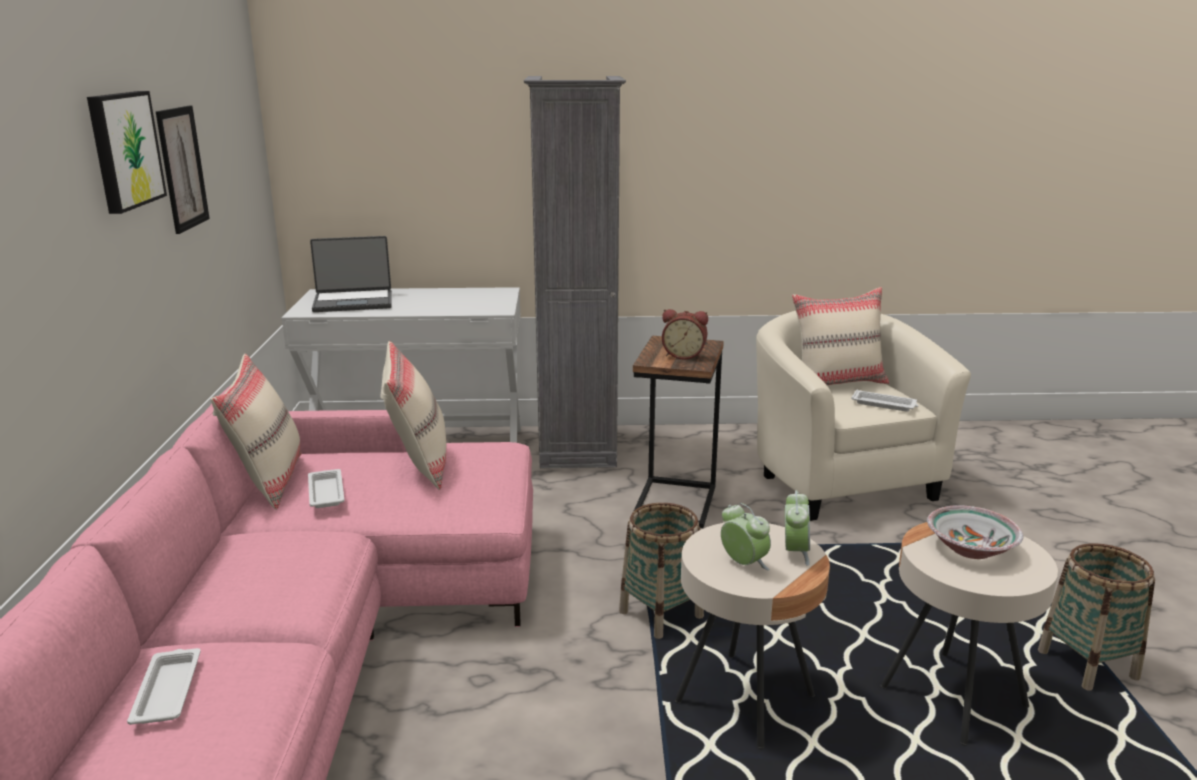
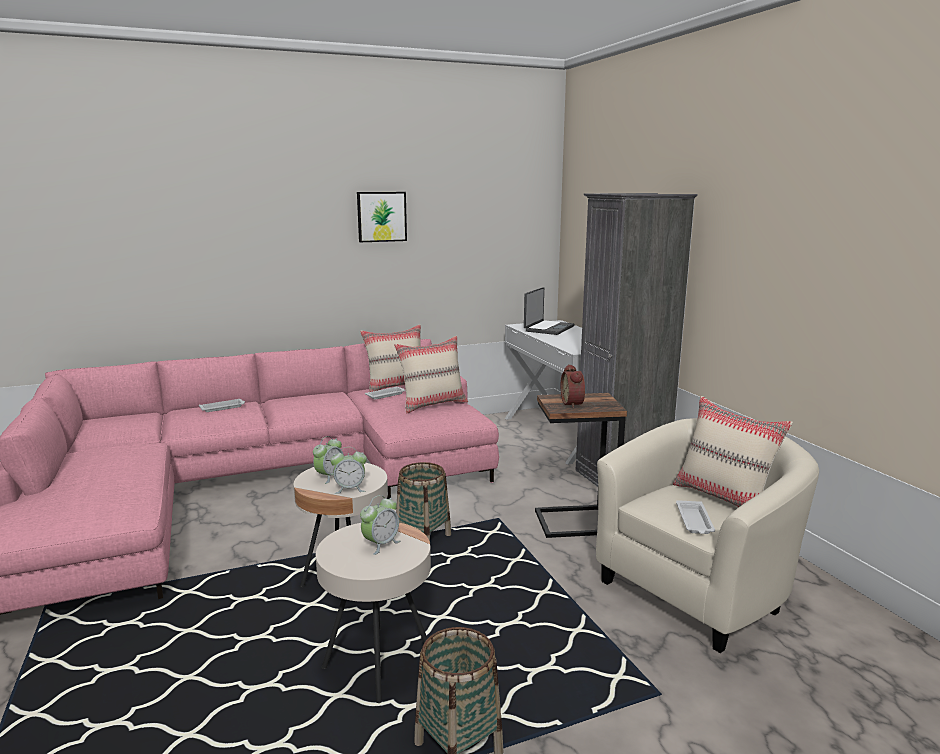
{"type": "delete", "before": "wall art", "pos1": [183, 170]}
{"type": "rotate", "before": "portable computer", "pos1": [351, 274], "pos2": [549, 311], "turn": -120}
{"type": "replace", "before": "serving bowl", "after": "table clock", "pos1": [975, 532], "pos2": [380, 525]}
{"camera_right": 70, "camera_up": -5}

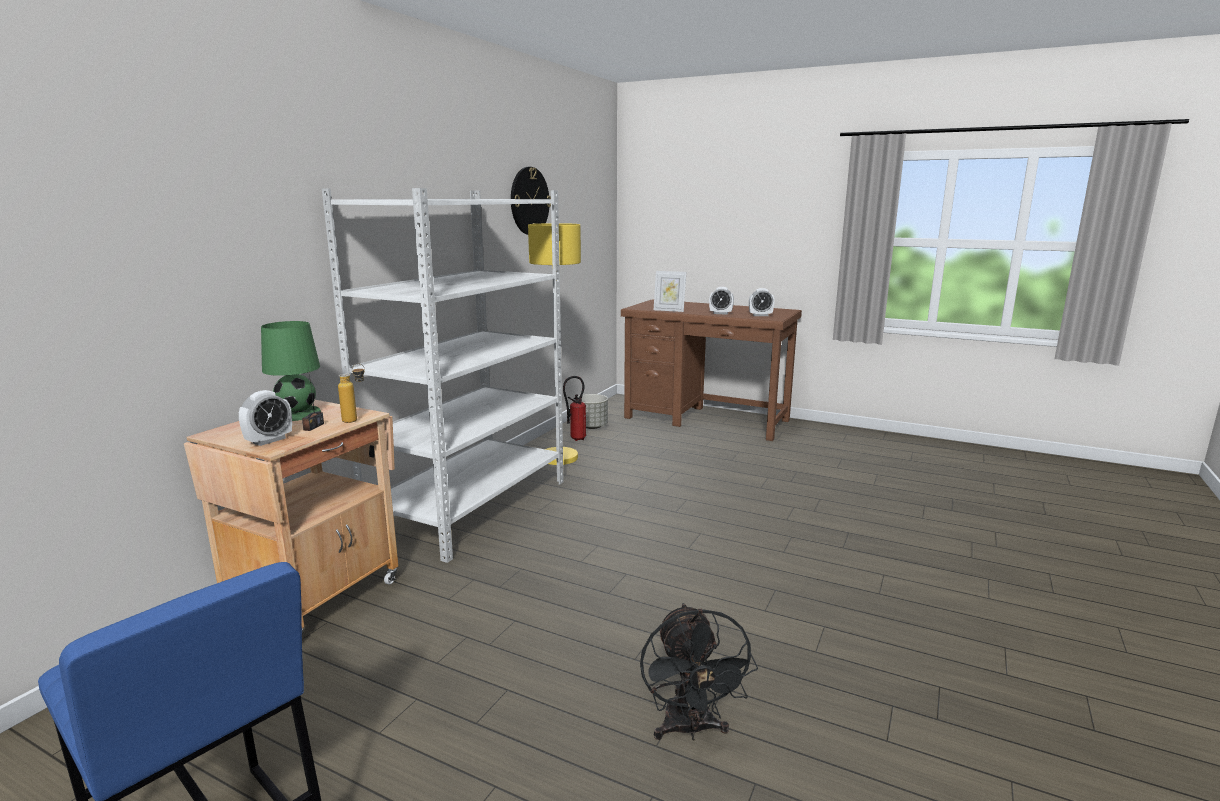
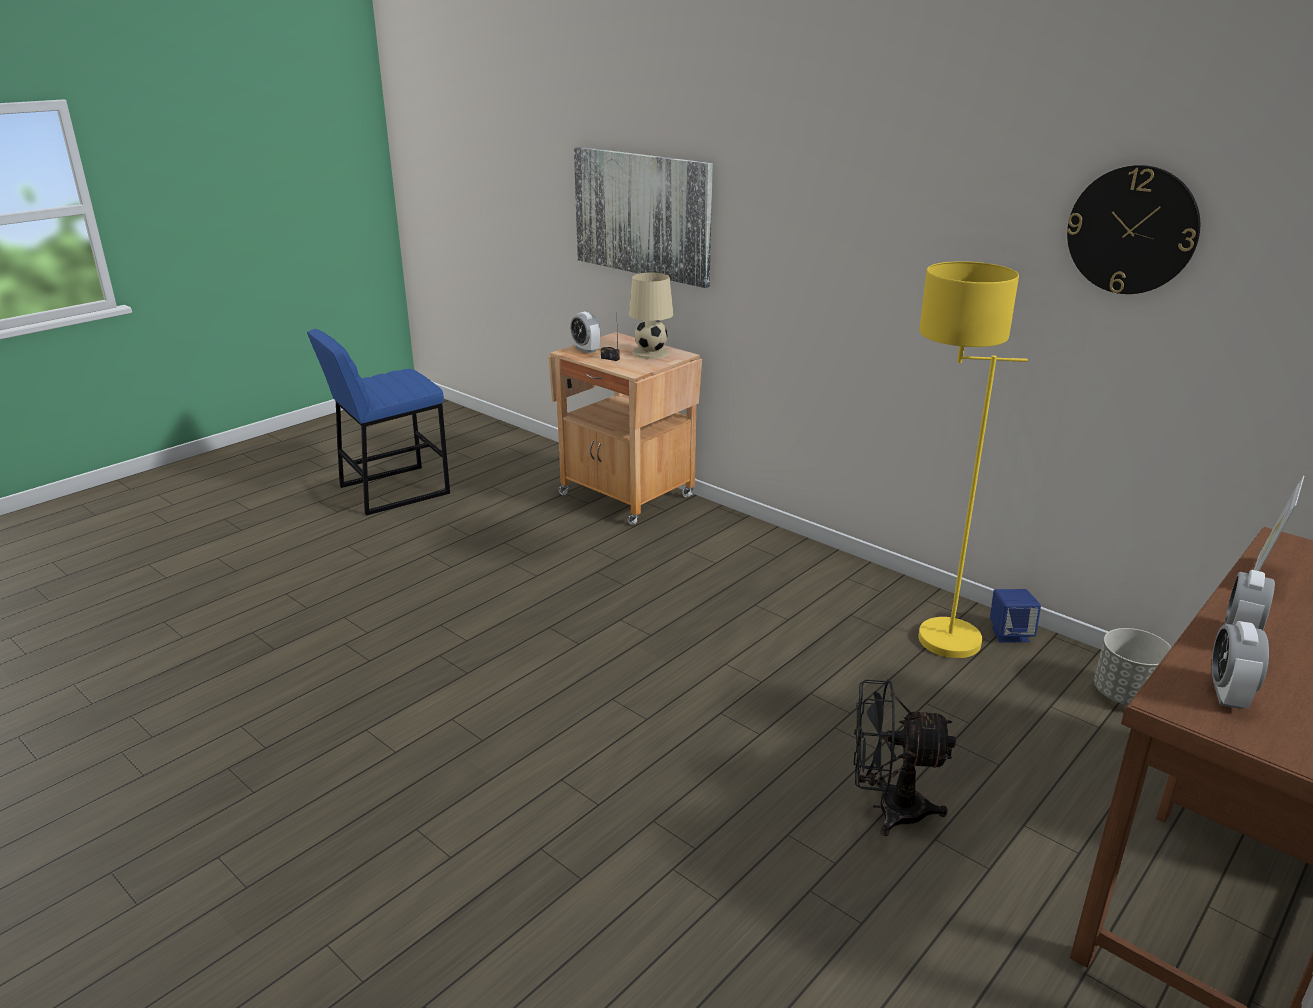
{"type": "recolor", "before": "lamp for a table/greenish", "after": "lamp for a table/beige-coloured", "pos1": [291, 371], "pos2": [651, 316]}
{"type": "delete", "before": "shelving unit/white-coloured", "pos1": [443, 375]}
{"type": "delete", "before": "bottle", "pos1": [351, 393]}
{"type": "delete", "before": "fire extinguisher", "pos1": [574, 408]}
{"type": "move", "before": "fan/black-coloured", "pos1": [699, 672], "pos2": [905, 757]}
{"type": "insert", "after": "wall art", "pos2": [643, 217]}
{"type": "insert", "after": "audio speaker/bluish", "pos2": [1015, 616]}
{"camera_right": 105, "camera_up": 10}

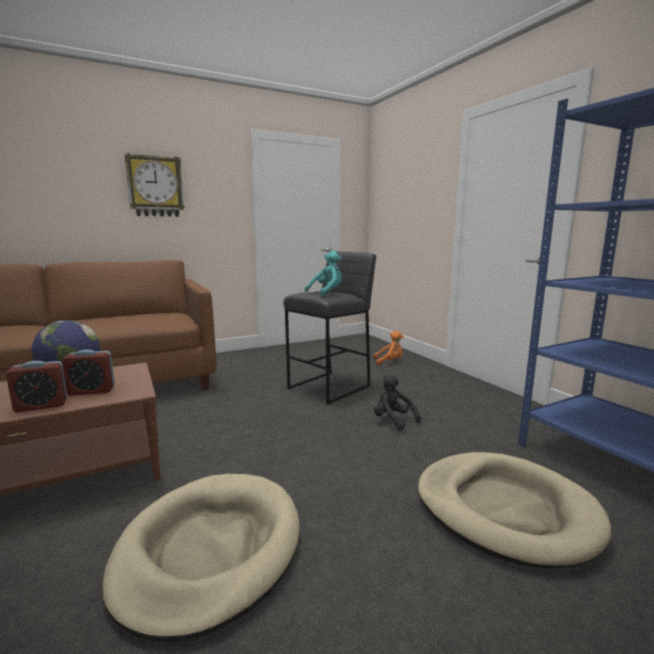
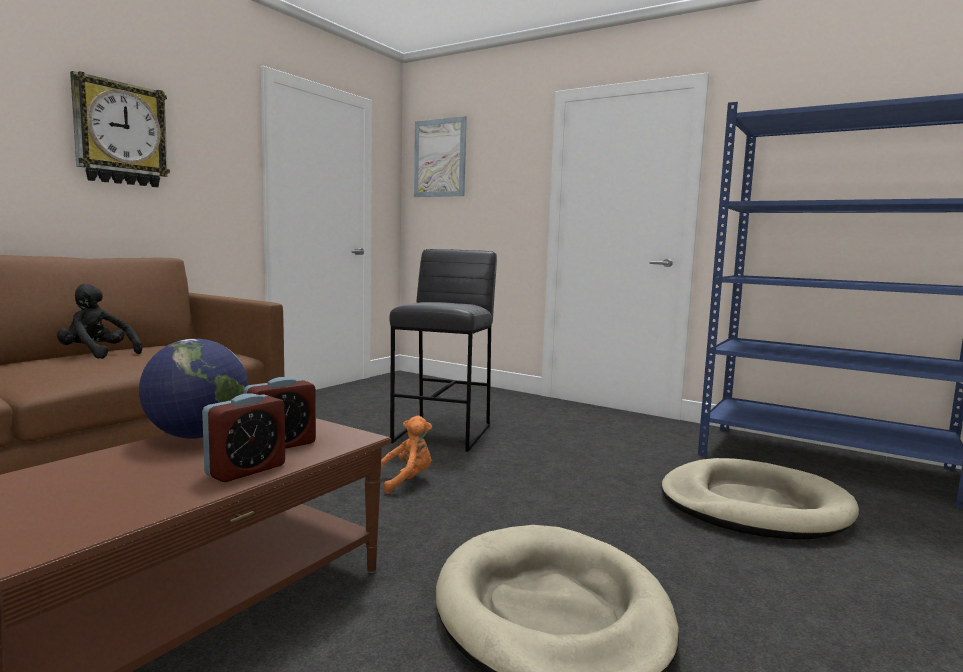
{"type": "delete", "before": "cuddly toy/turquoise-coloured", "pos1": [323, 273]}
{"type": "move", "before": "cuddly toy/orange", "pos1": [389, 348], "pos2": [406, 455]}
{"type": "move", "before": "cuddly toy/black-coloured", "pos1": [397, 403], "pos2": [100, 321]}
{"type": "insert", "after": "wall art", "pos2": [440, 156]}
{"camera_right": -30, "camera_up": -5}

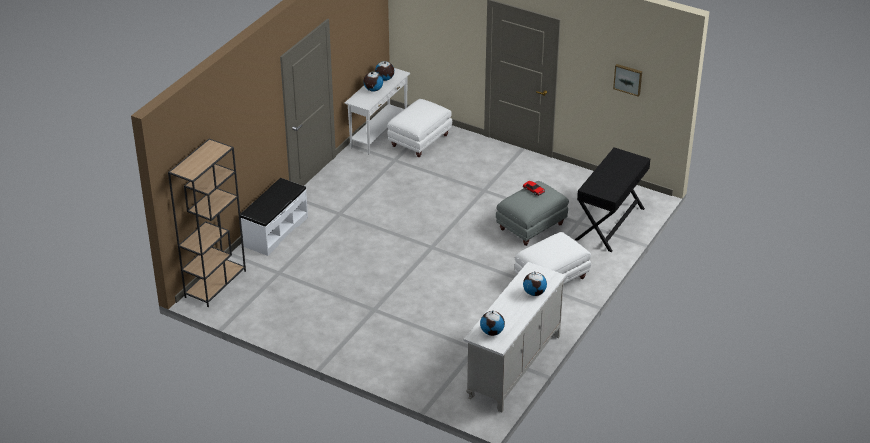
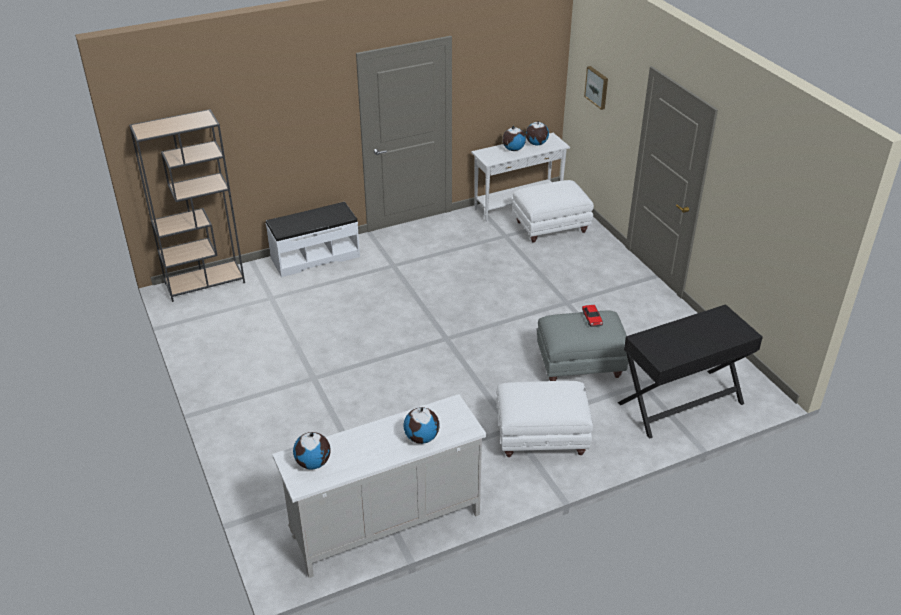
{"type": "move", "before": "wall art", "pos1": [627, 80], "pos2": [596, 88]}
{"camera_right": 35, "camera_up": 0}

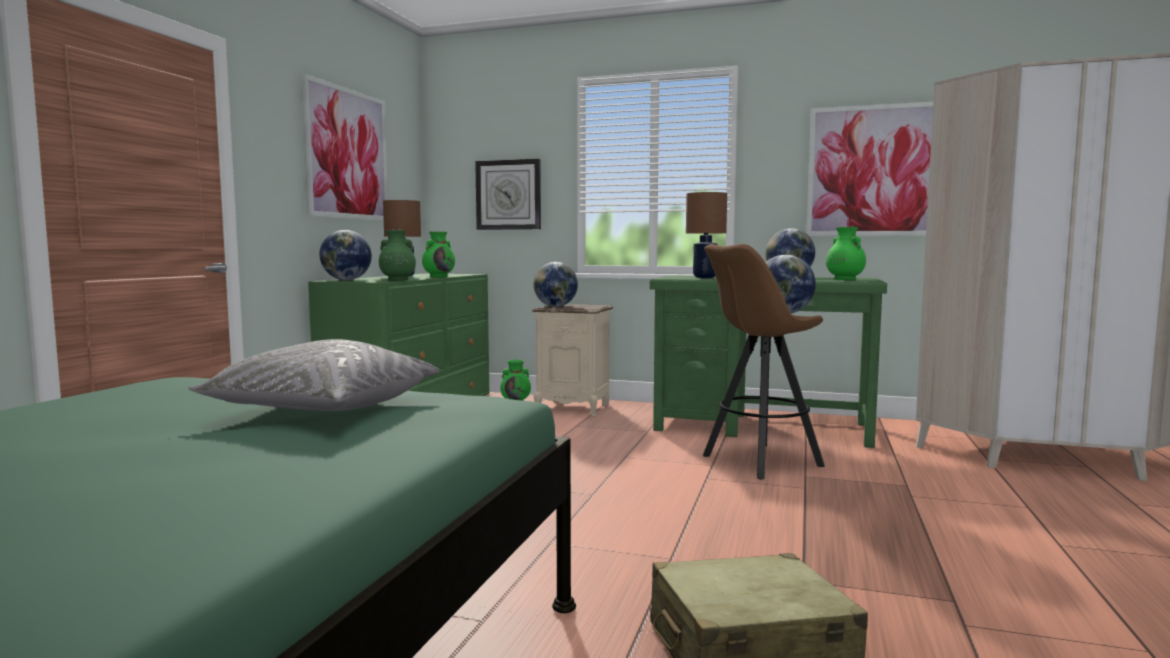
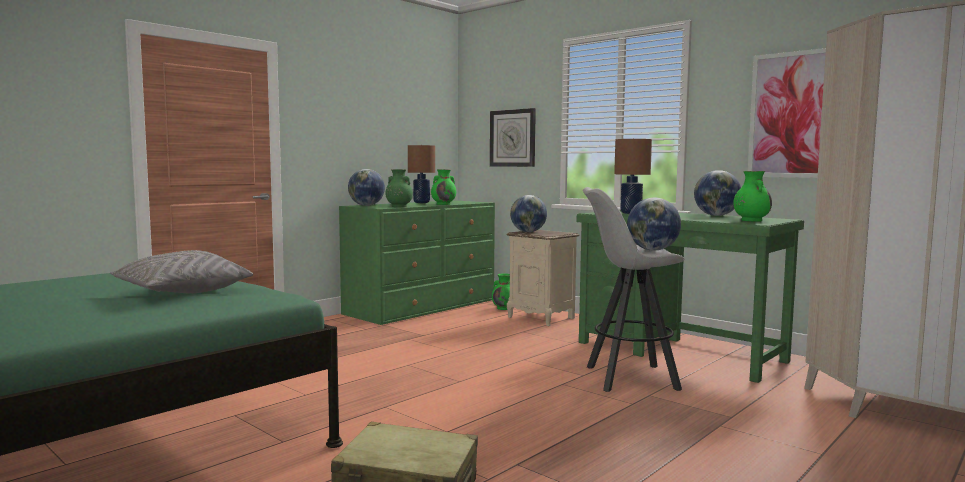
{"type": "delete", "before": "wall art", "pos1": [345, 147]}
{"type": "recolor", "before": "stool seat/brown-coloured", "after": "stool seat/grey", "pos1": [764, 361], "pos2": [633, 289]}
{"camera_right": 25, "camera_up": 0}

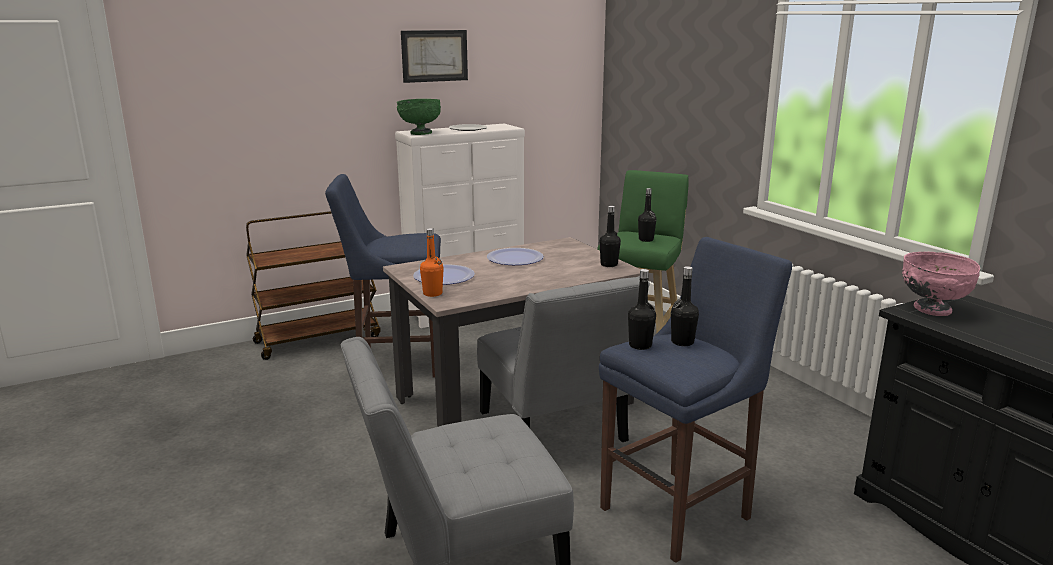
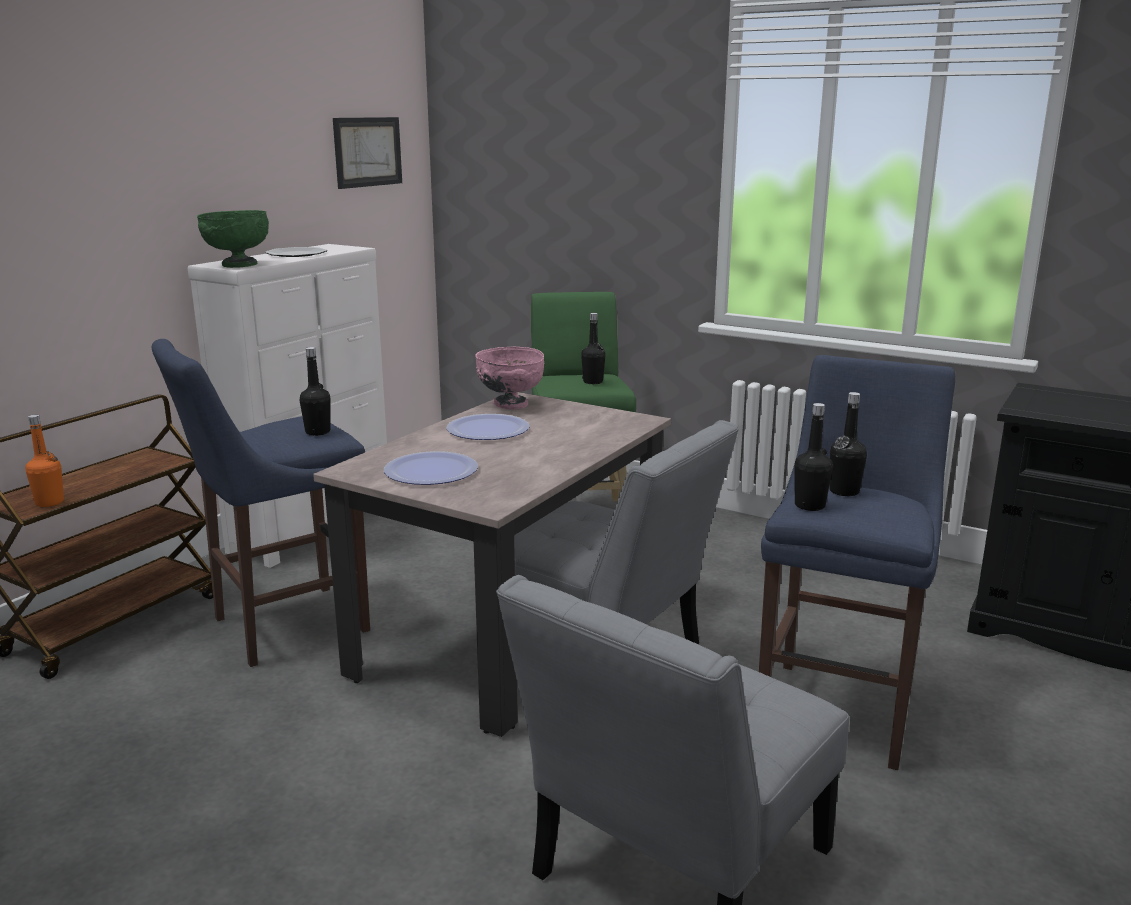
{"type": "move", "before": "wall art", "pos1": [434, 56], "pos2": [367, 153]}
{"type": "move", "before": "bottle/orange", "pos1": [432, 262], "pos2": [44, 461]}
{"type": "move", "before": "bottle/black-coloured", "pos1": [610, 236], "pos2": [315, 391]}
{"type": "move", "before": "serving bowl/pinkish", "pos1": [941, 284], "pos2": [509, 378]}
{"camera_right": -30, "camera_up": 0}

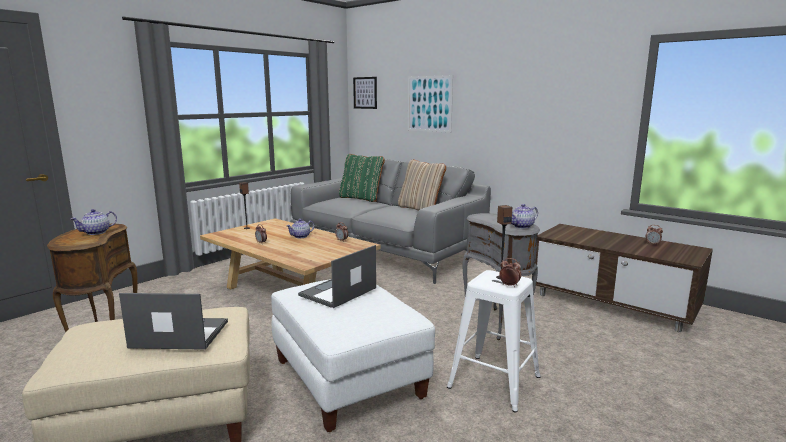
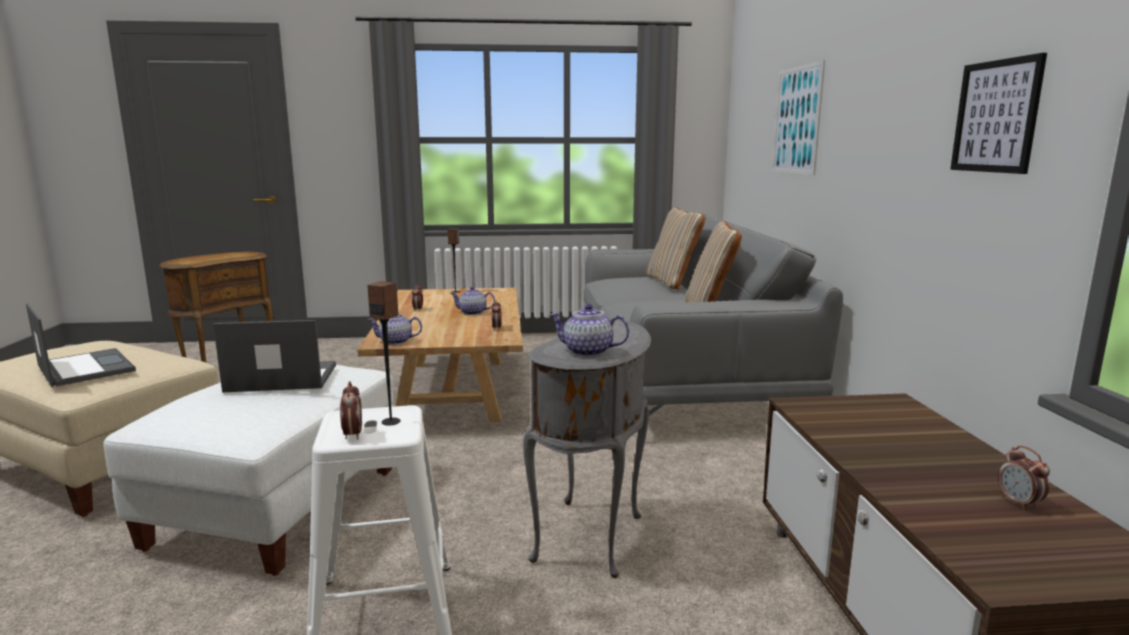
{"type": "move", "before": "tea pot", "pos1": [94, 222], "pos2": [394, 329]}
{"type": "recolor", "before": "pillow/greenish", "after": "pillow/beige-coloured", "pos1": [362, 178], "pos2": [675, 248]}
{"type": "move", "before": "wall art", "pos1": [365, 93], "pos2": [998, 113]}
{"camera_right": 45, "camera_up": 0}

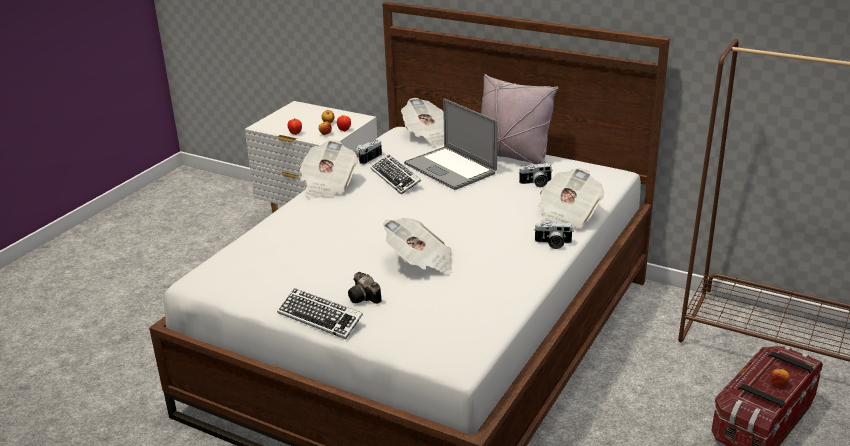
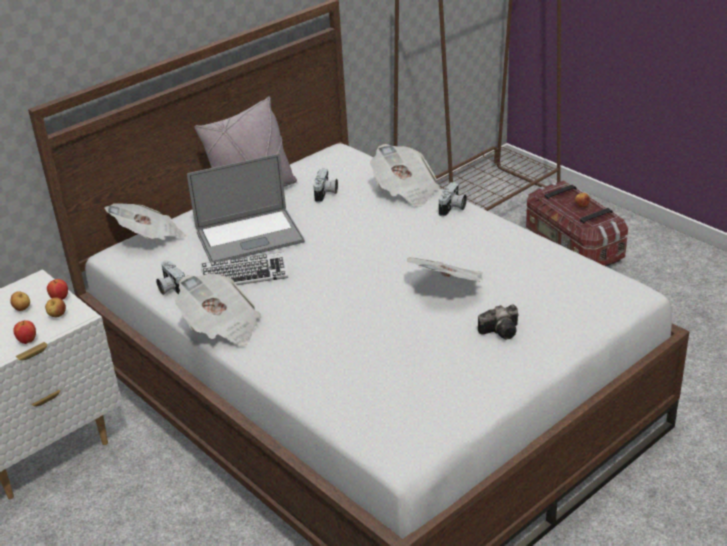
{"type": "delete", "before": "computer keyboard", "pos1": [320, 313]}
{"camera_right": -70, "camera_up": 5}

